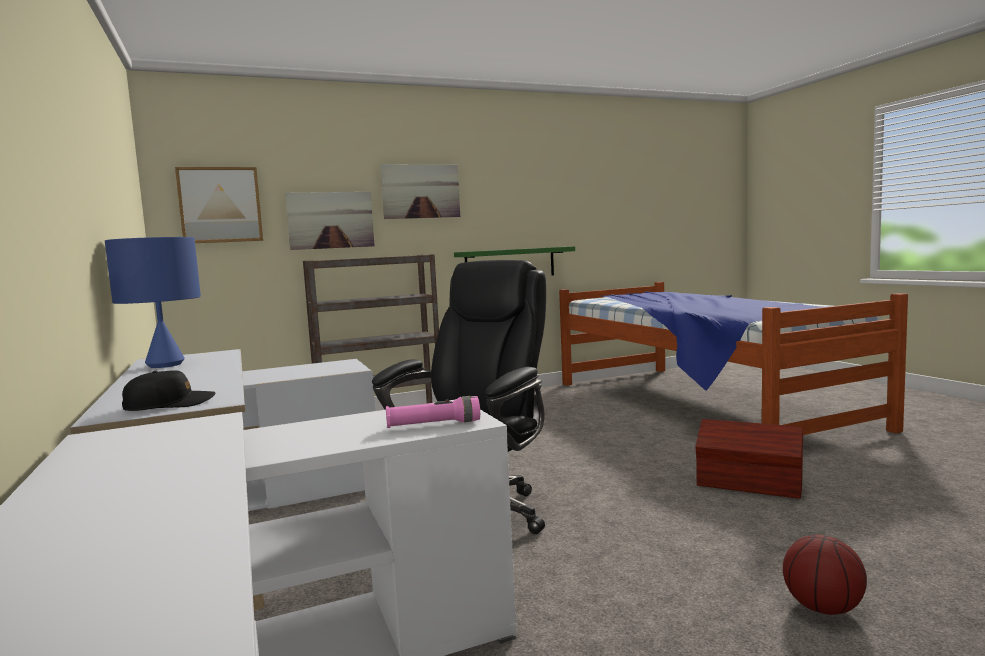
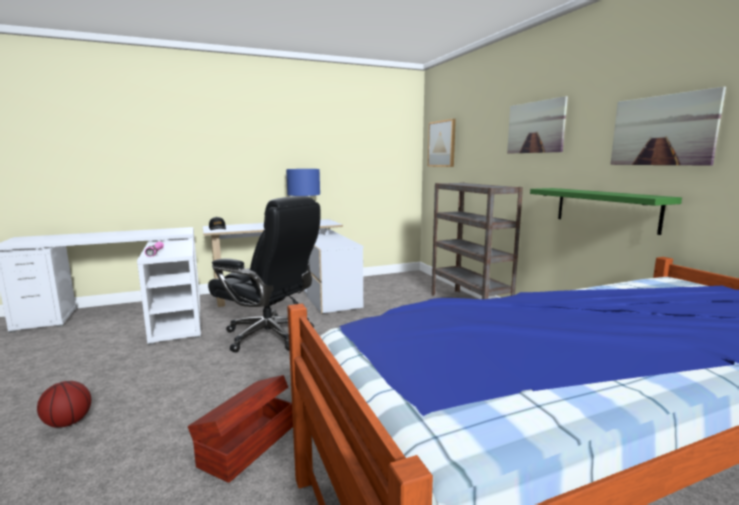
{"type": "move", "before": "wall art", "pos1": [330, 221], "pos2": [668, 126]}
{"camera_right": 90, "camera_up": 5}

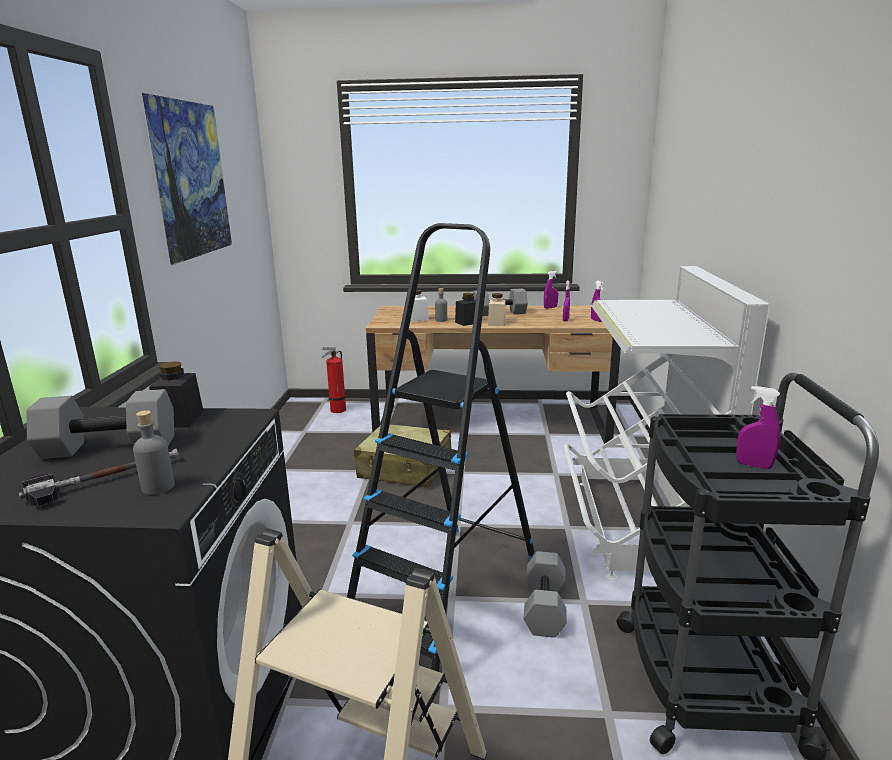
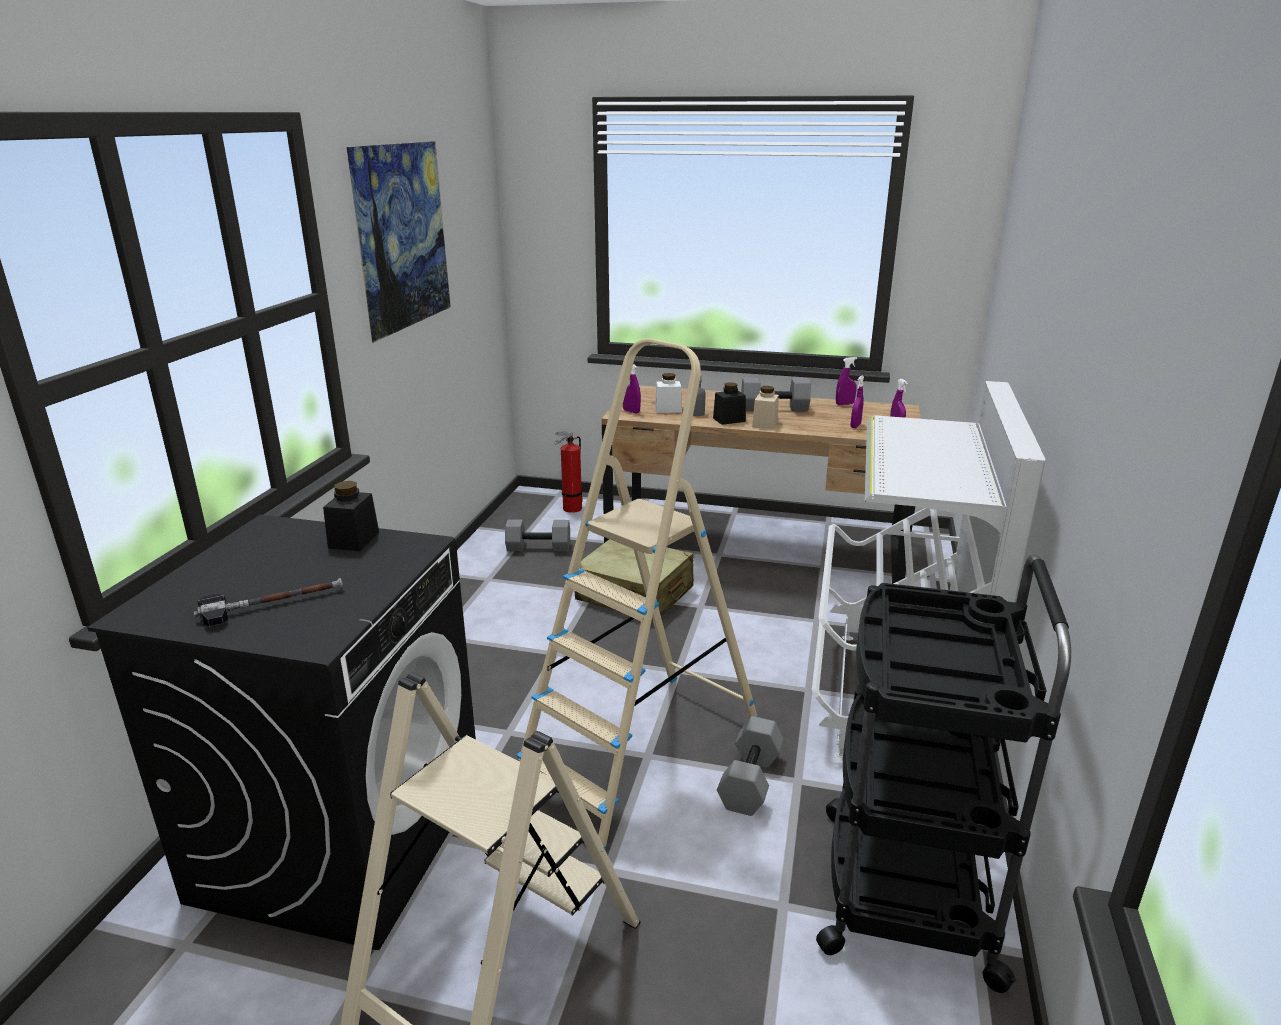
{"type": "move", "before": "free weight/grey", "pos1": [100, 424], "pos2": [537, 535]}
{"type": "delete", "before": "bottle/grey", "pos1": [154, 452]}
{"type": "recolor", "before": "step ladder/black-coloured", "after": "step ladder/beige-coloured", "pos1": [441, 447], "pos2": [637, 594]}
{"type": "move", "before": "spray bottle/purple-coloured", "pos1": [758, 427], "pos2": [632, 388]}
{"camera_right": 10, "camera_up": 5}

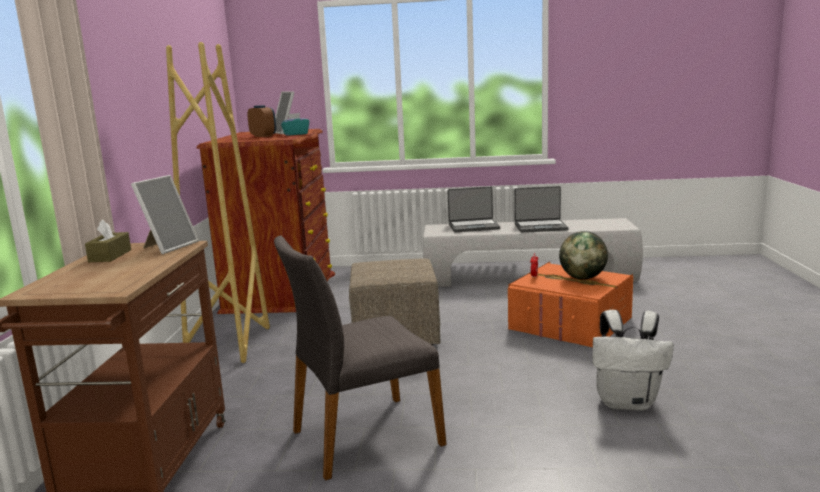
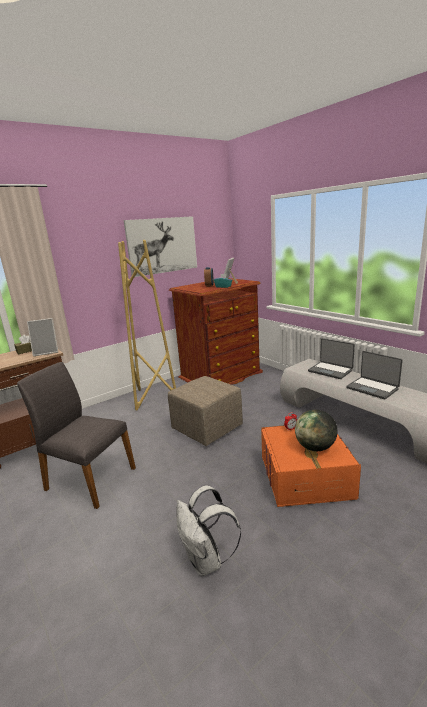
{"type": "insert", "after": "wall art", "pos2": [160, 246]}
{"camera_right": 50, "camera_up": 5}

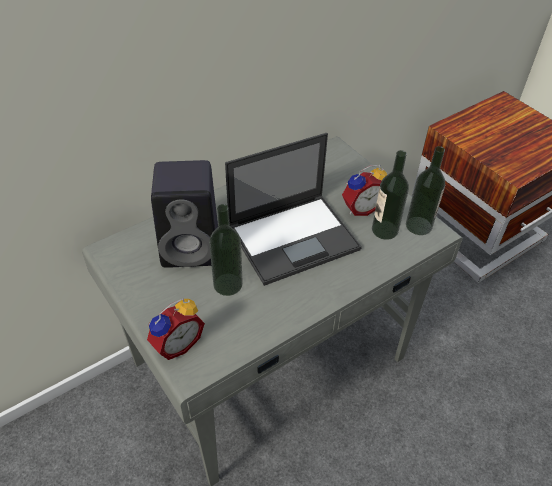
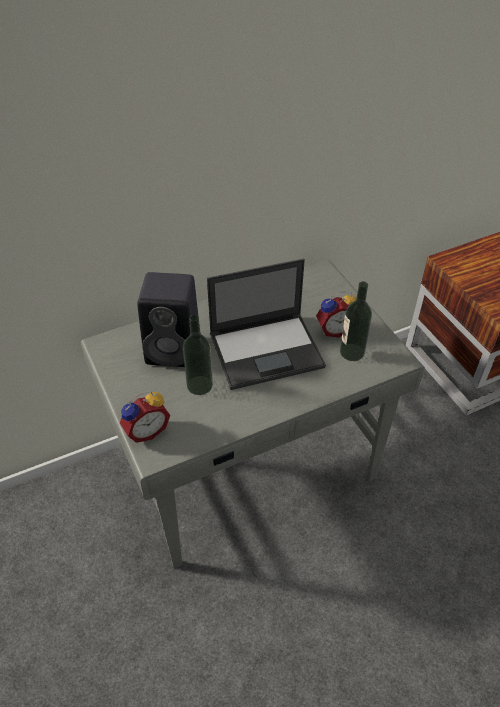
{"type": "delete", "before": "bottle", "pos1": [425, 190]}
{"camera_right": 10, "camera_up": 0}

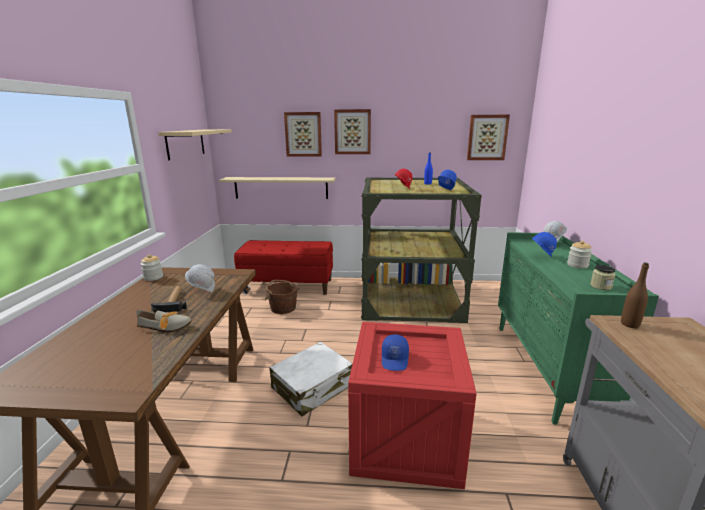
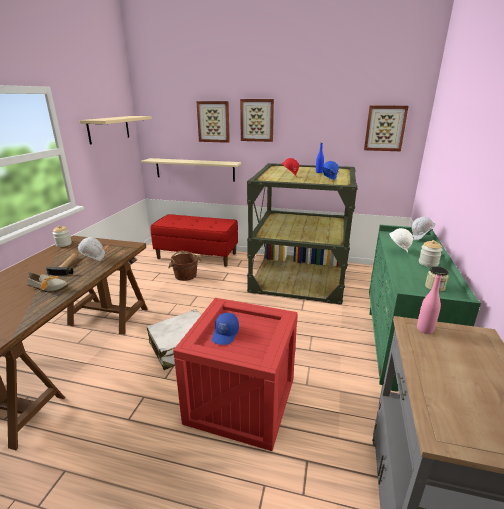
{"type": "recolor", "before": "work helmet/bluish", "after": "work helmet/white-coloured", "pos1": [544, 245], "pos2": [401, 240]}
{"type": "recolor", "before": "bottle/brown-coloured", "after": "bottle/pinkish", "pos1": [635, 295], "pos2": [429, 303]}
{"camera_right": 10, "camera_up": 5}

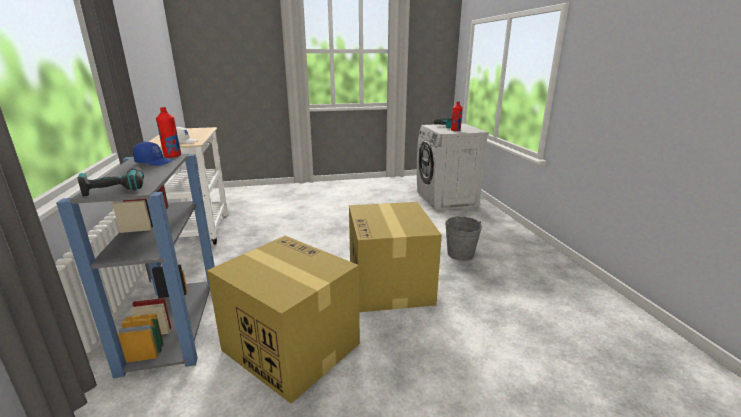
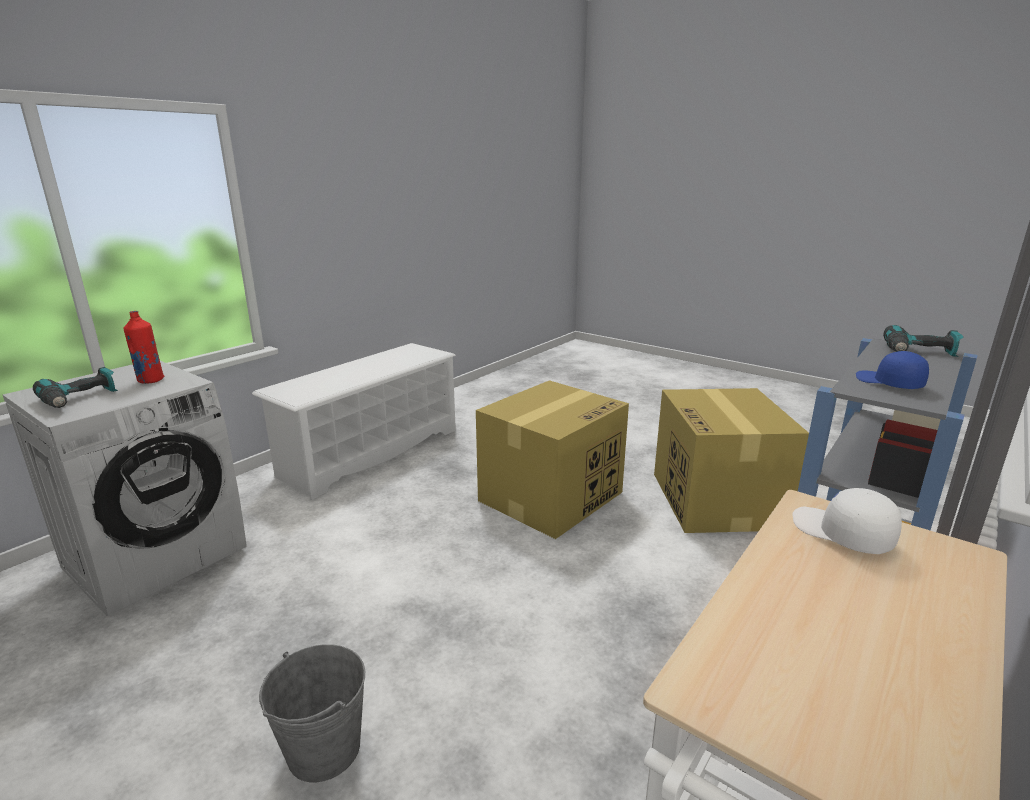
{"type": "delete", "before": "bottle/reddish", "pos1": [168, 132]}
{"type": "move", "before": "water bucket/grey", "pos1": [463, 238], "pos2": [312, 713]}
{"type": "insert", "after": "shoe shelf/white-coloured", "pos2": [354, 421]}
{"camera_right": -130, "camera_up": 0}

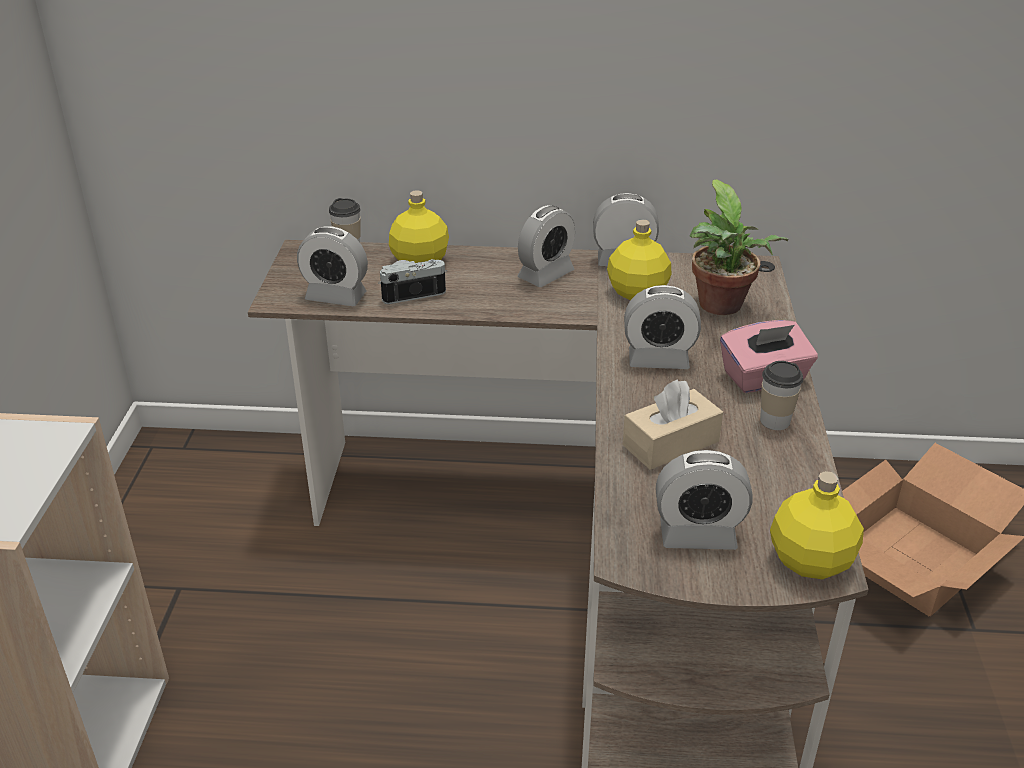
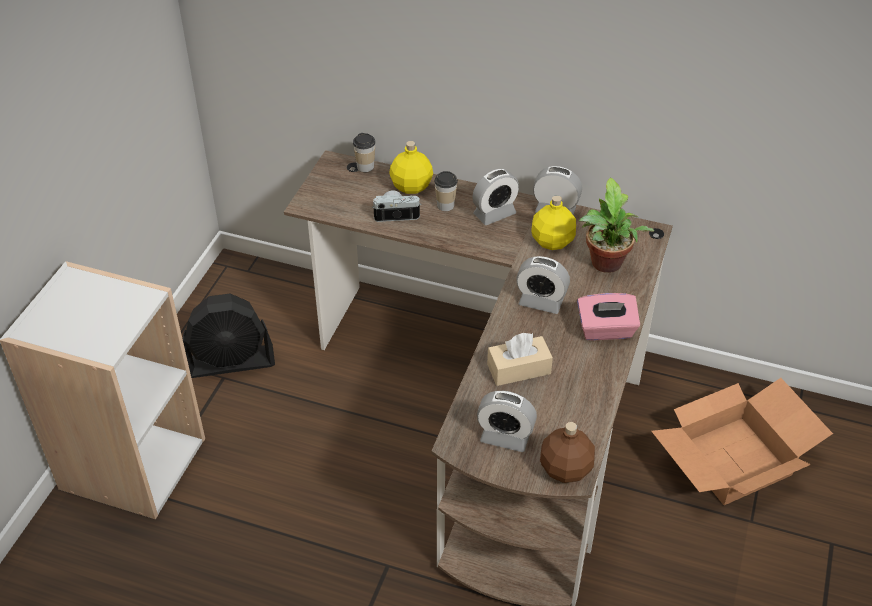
{"type": "delete", "before": "table clock", "pos1": [332, 266]}
{"type": "move", "before": "drinking cup", "pos1": [781, 395], "pos2": [446, 191]}
{"type": "recolor", "before": "bottle/yellow-coloured", "after": "bottle/brown-coloured", "pos1": [817, 525], "pos2": [567, 452]}
{"type": "insert", "after": "fan/black-coloured", "pos2": [229, 336]}
{"camera_right": 15, "camera_up": 10}

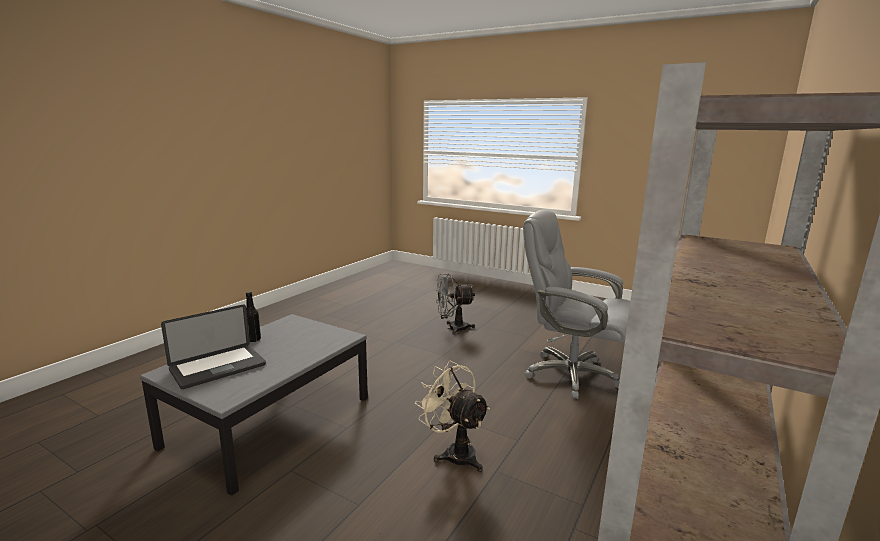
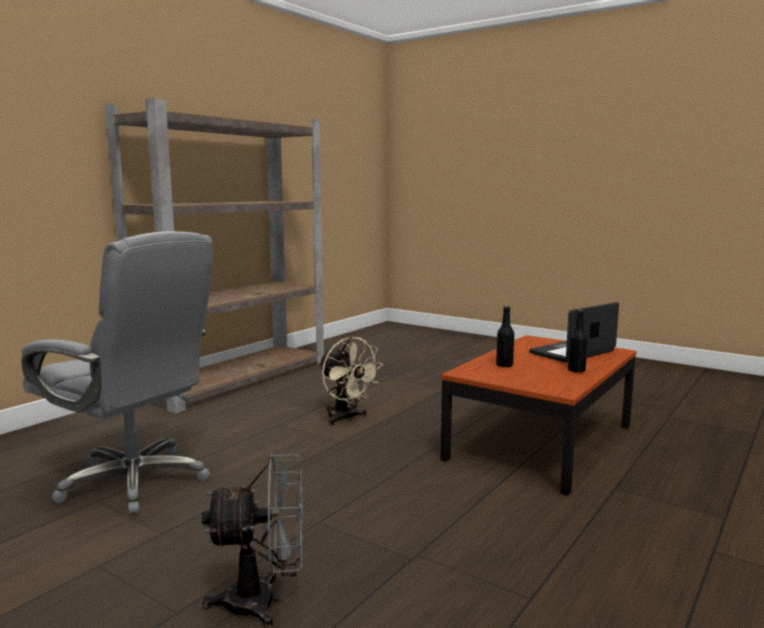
{"type": "recolor", "before": "low table/grey", "after": "low table/brown-coloured", "pos1": [254, 405], "pos2": [539, 415]}
{"type": "insert", "after": "bottle/black-coloured", "pos2": [505, 336]}
{"camera_right": -175, "camera_up": -5}

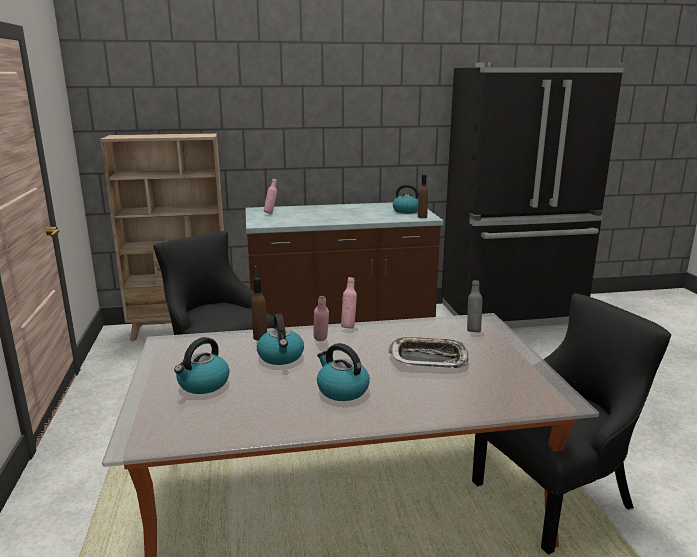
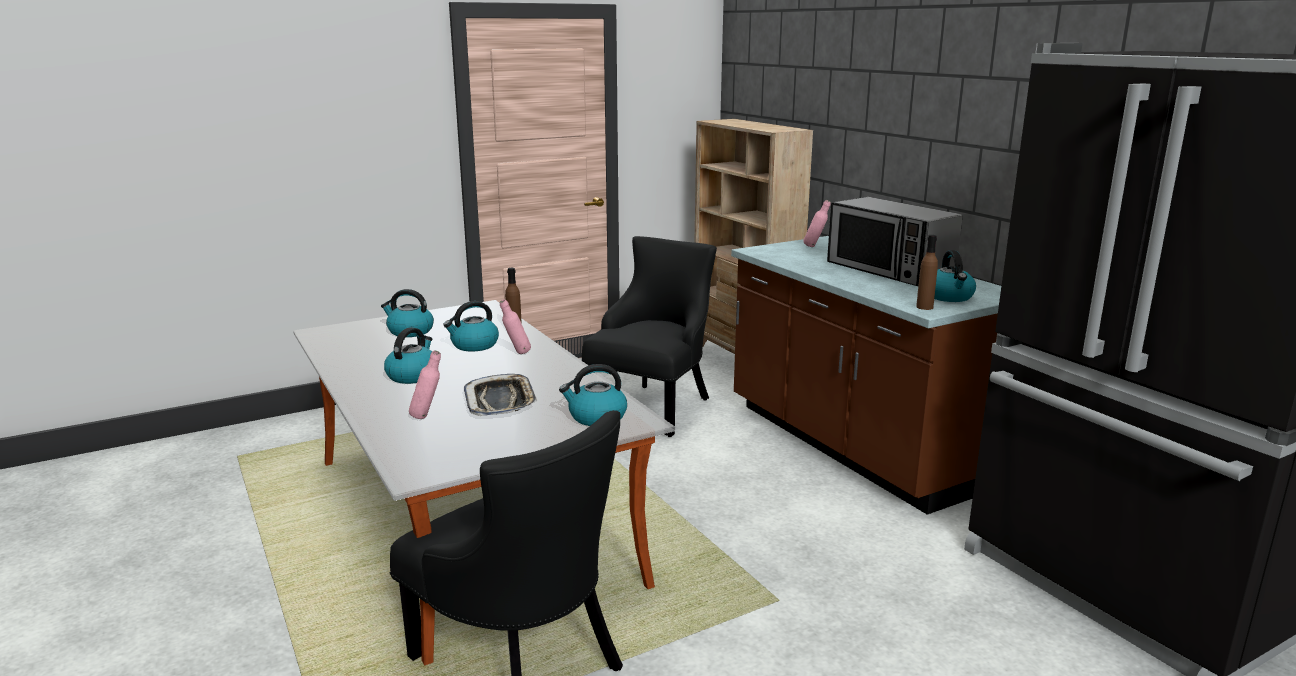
{"type": "move", "before": "bottle/pinkish", "pos1": [349, 303], "pos2": [425, 385]}
{"type": "replace", "before": "bottle/grey", "after": "kettle", "pos1": [475, 306], "pos2": [593, 395]}
{"type": "insert", "after": "kitchen microwave", "pos2": [895, 241]}
{"camera_right": 70, "camera_up": 0}

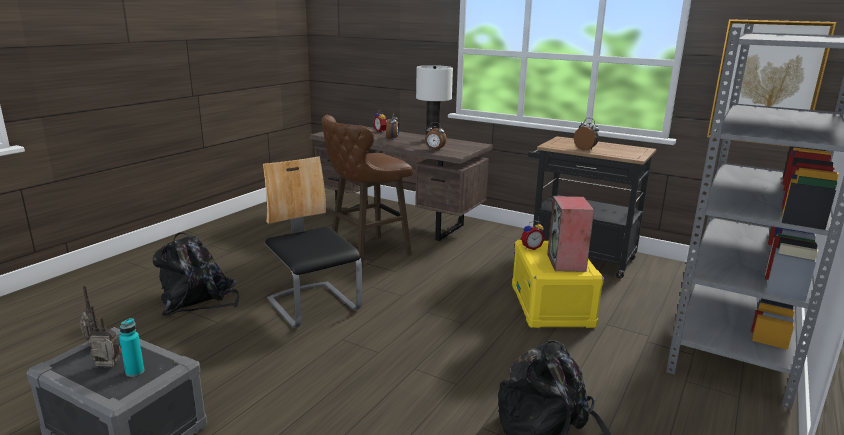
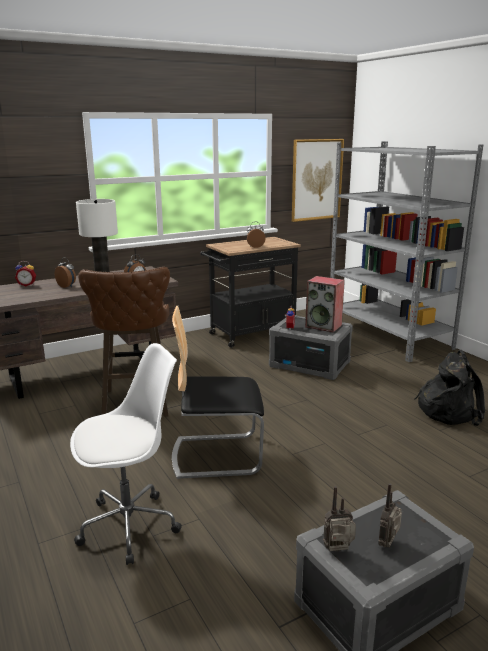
{"type": "delete", "before": "bottle/turquoise-coloured", "pos1": [132, 347]}
{"type": "replace", "before": "rucksack/black-coloured", "after": "computer chair/white-coloured", "pos1": [196, 274], "pos2": [126, 454]}
{"type": "recolor", "before": "storage box/yellow-coloured", "after": "storage box/grey", "pos1": [558, 284], "pos2": [311, 347]}
{"camera_right": -60, "camera_up": 0}

